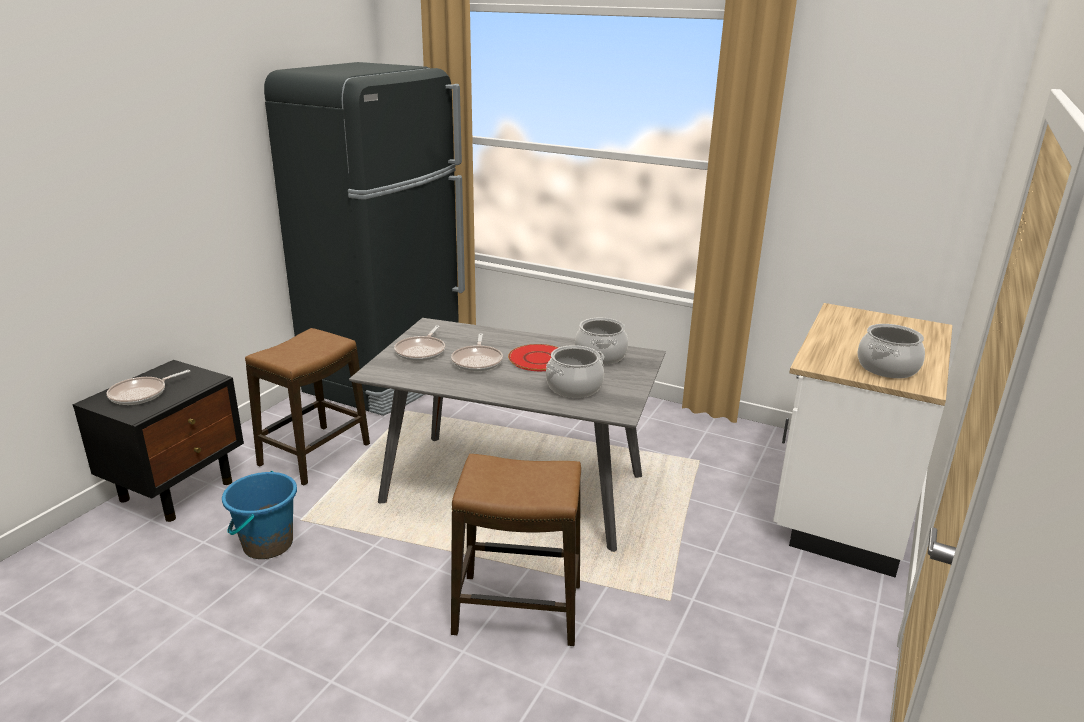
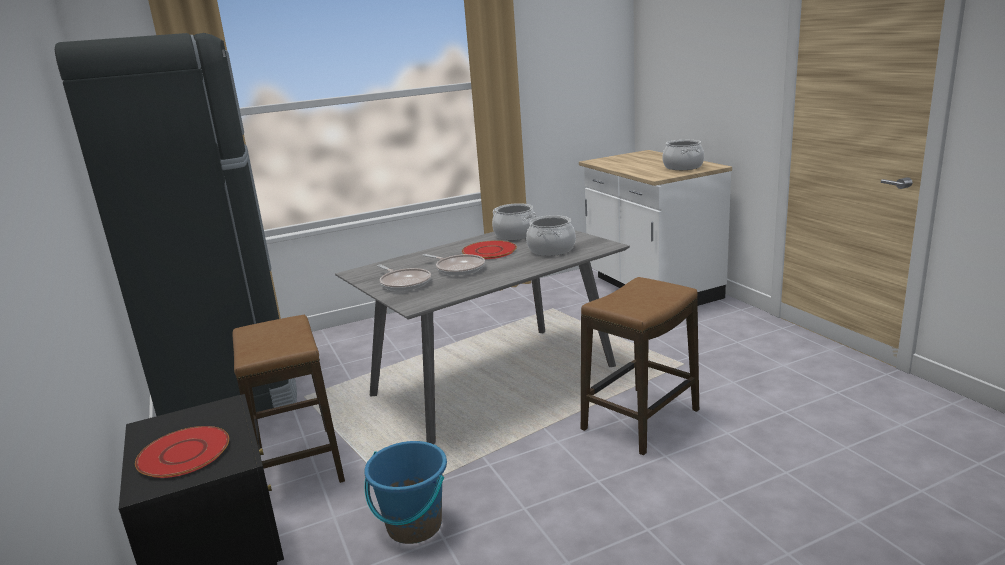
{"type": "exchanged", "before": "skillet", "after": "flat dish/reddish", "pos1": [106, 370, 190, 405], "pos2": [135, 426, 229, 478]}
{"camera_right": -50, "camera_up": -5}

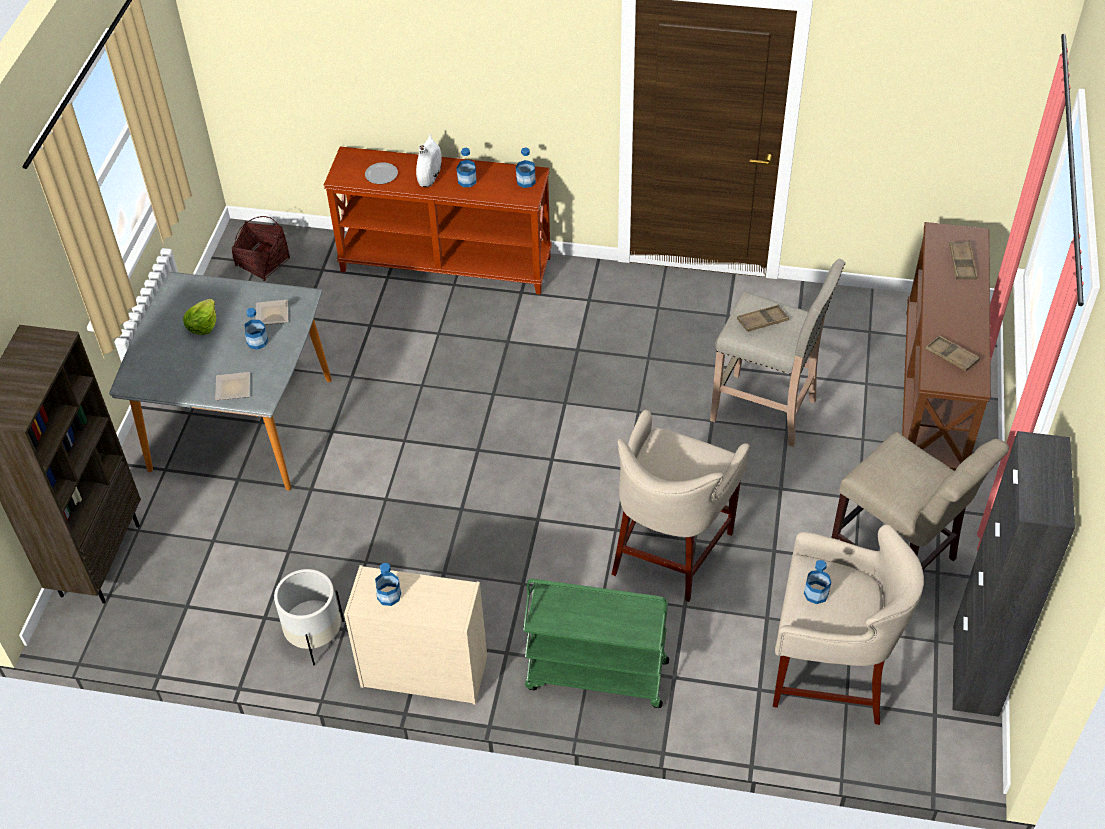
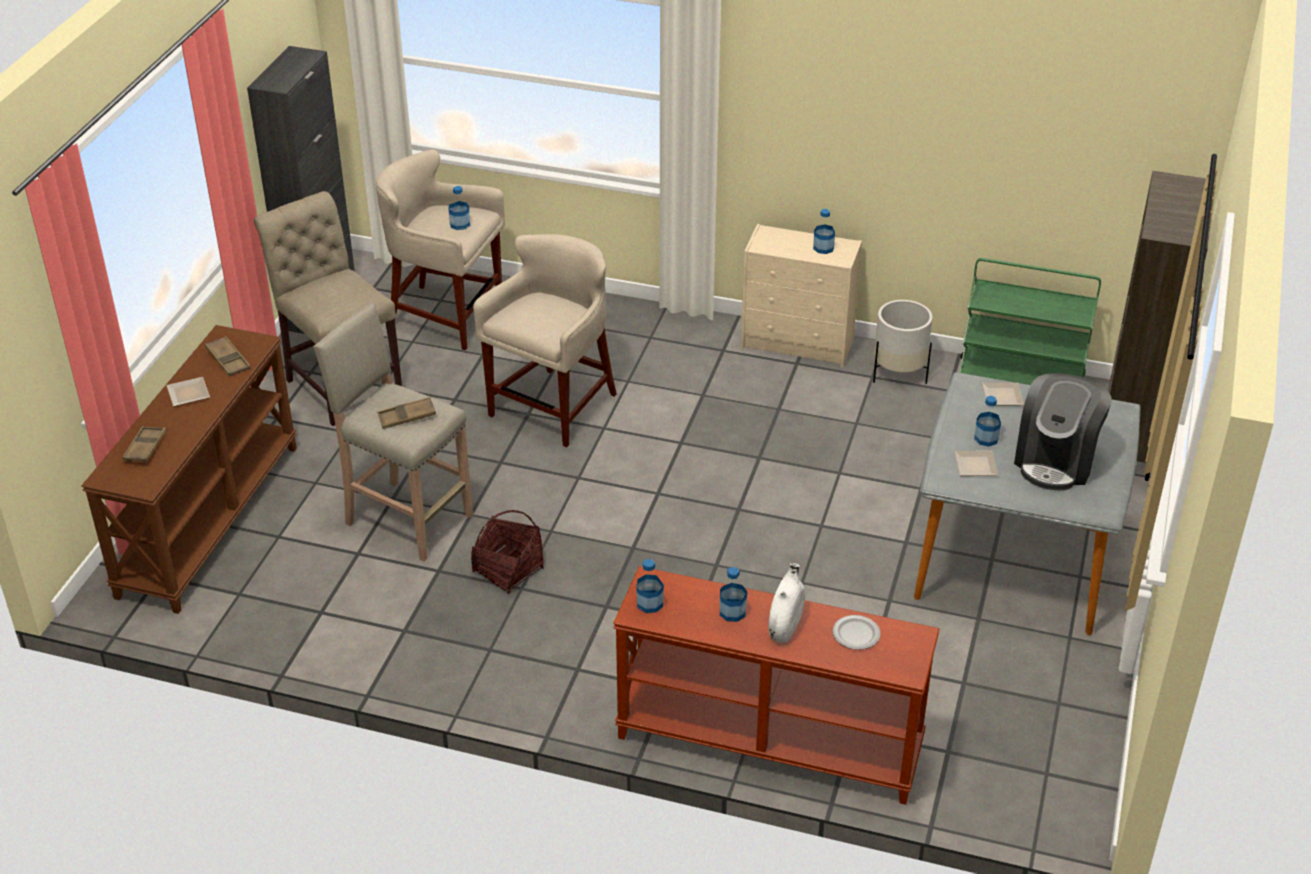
{"type": "exchanged", "before": "lettuce head", "after": "coffee machine", "pos1": [183, 299, 216, 335], "pos2": [1014, 373, 1112, 490]}
{"type": "relocated", "before": "storage basket", "pos1": [232, 216, 290, 281], "pos2": [471, 510, 544, 594]}
{"type": "relocated", "before": "wheeled cart/green-coloured", "pos1": [523, 579, 669, 708], "pos2": [959, 258, 1101, 385]}
{"type": "appeared", "after": "flat dish", "pos2": [166, 377, 210, 406]}
{"camera_right": -175, "camera_up": -10}

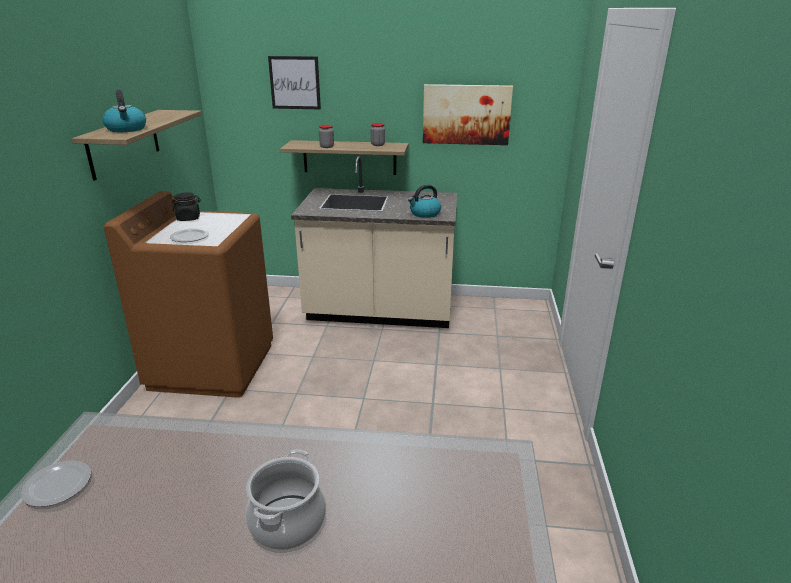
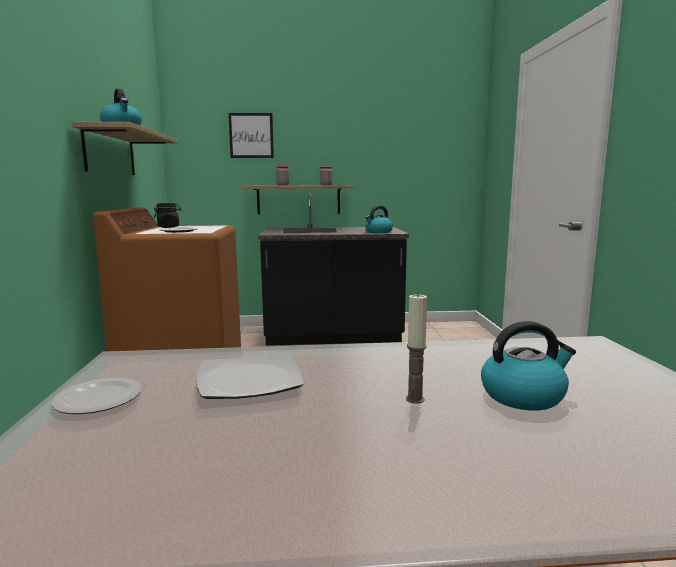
{"type": "exchanged", "before": "stockpot", "after": "wax light", "pos1": [246, 449, 326, 550], "pos2": [406, 293, 427, 404]}
{"type": "colour", "before": "kitchen base unit/beige", "after": "kitchen base unit/black", "pos1": [291, 156, 457, 328], "pos2": [258, 194, 409, 346]}
{"type": "missing", "before": "wall art", "pos1": [423, 84, 513, 145]}
{"type": "appeared", "after": "flat dish", "pos2": [197, 352, 303, 399]}
{"type": "appeared", "after": "kettle", "pos2": [481, 321, 576, 411]}
{"camera_right": -10, "camera_up": -15}

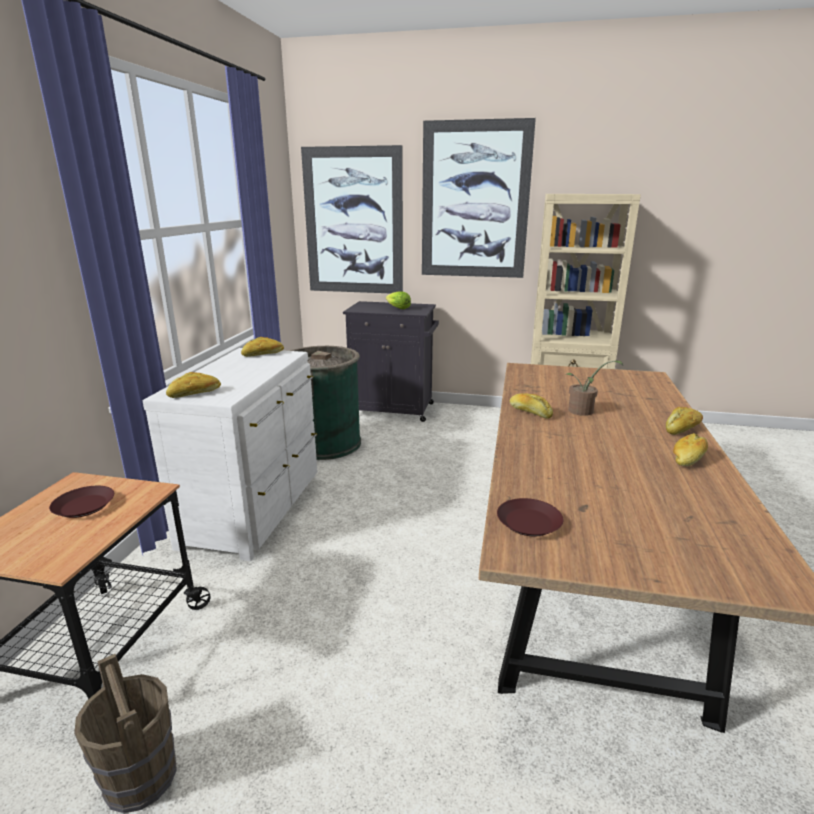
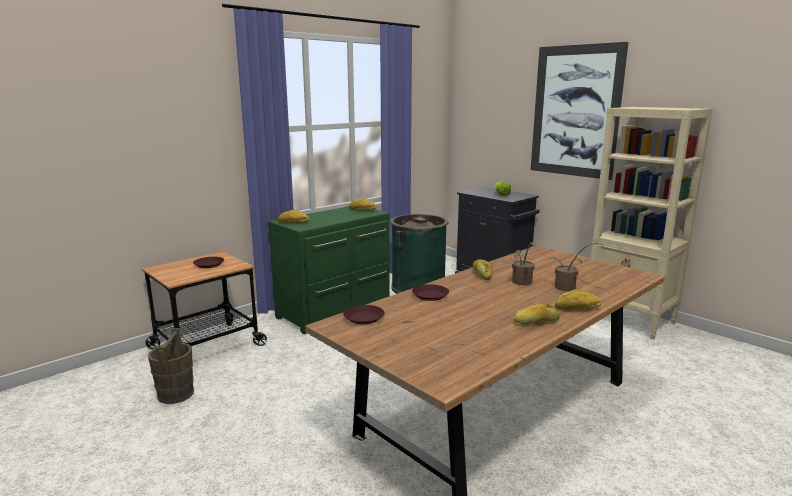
{"type": "colour", "before": "drawer chest/white-coloured", "after": "drawer chest/green-coloured", "pos1": [143, 348, 317, 561], "pos2": [268, 207, 390, 334]}
{"type": "missing", "before": "wall art", "pos1": [301, 145, 403, 294]}
{"type": "appeared", "after": "flat dish/brownish", "pos2": [412, 284, 449, 301]}
{"type": "appeared", "after": "potted plant", "pos2": [550, 242, 603, 291]}
{"camera_right": 35, "camera_up": -5}

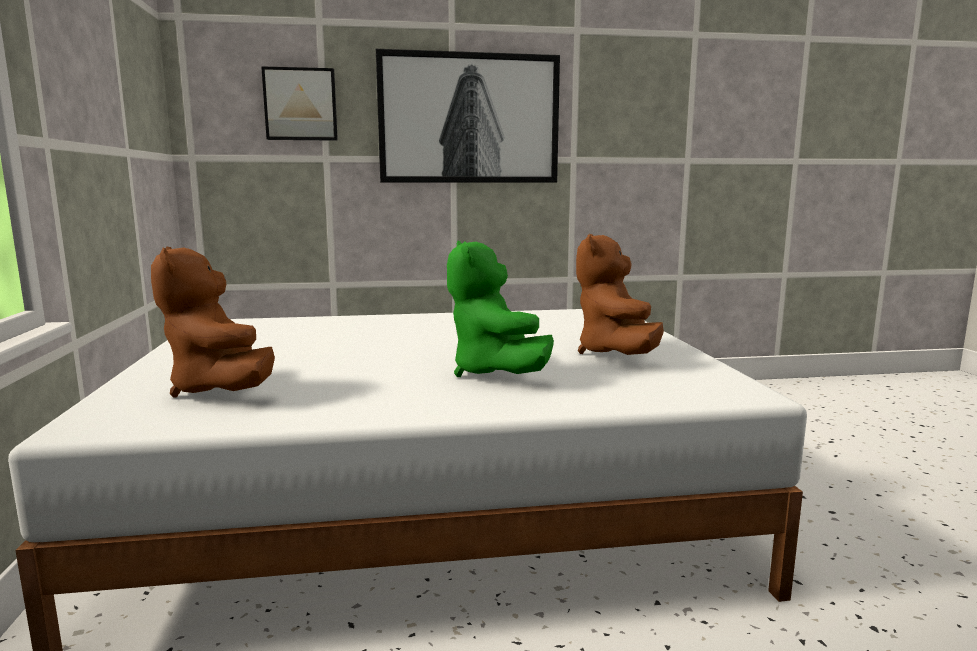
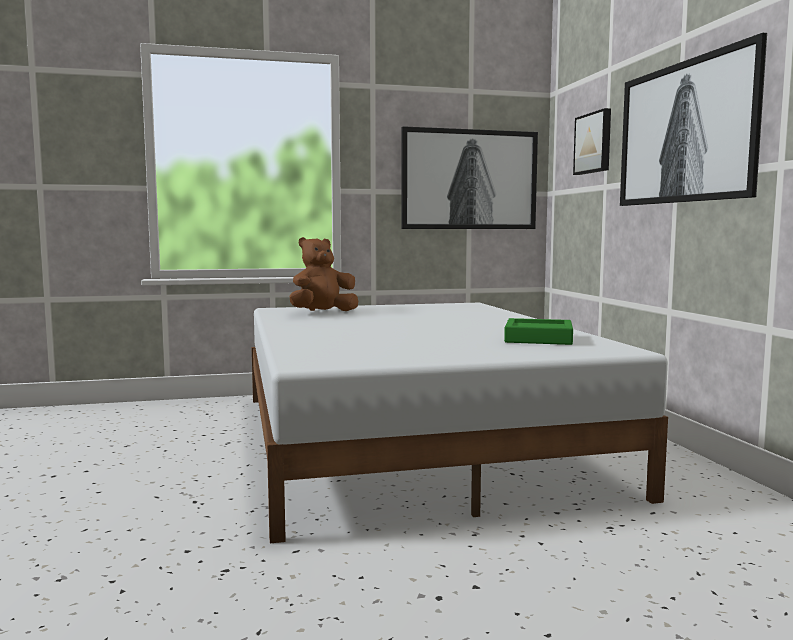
{"type": "missing", "before": "cuddly toy/green-coloured", "pos1": [447, 241, 554, 377]}
{"type": "missing", "before": "cuddly toy/brownish", "pos1": [576, 234, 664, 355]}
{"type": "appeared", "after": "wall art", "pos2": [401, 126, 538, 229]}
{"type": "appeared", "after": "tray/green-coloured", "pos2": [504, 318, 573, 345]}
{"camera_right": 85, "camera_up": -5}

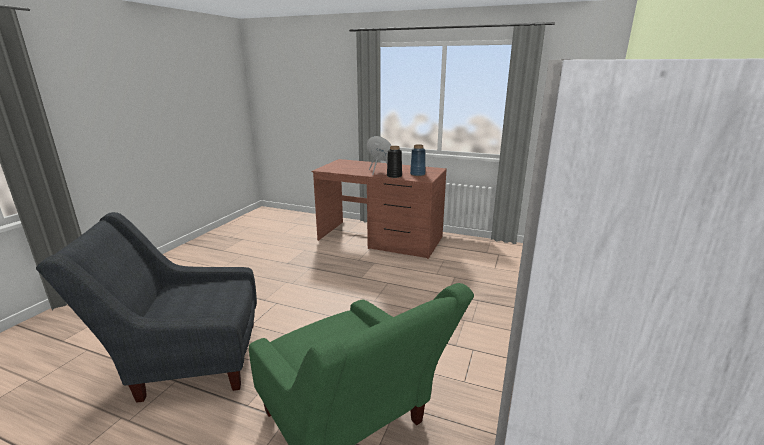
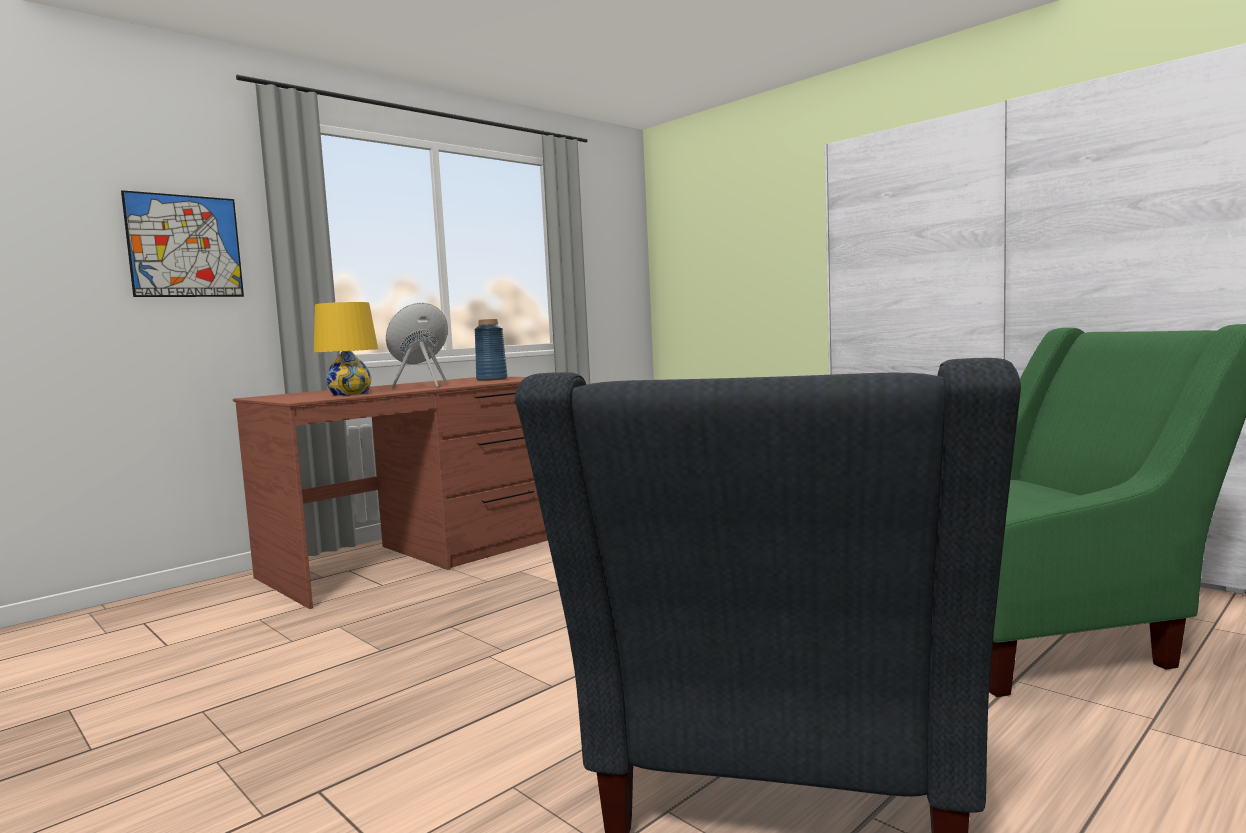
{"type": "missing", "before": "decorative vase/black", "pos1": [387, 146, 402, 178]}
{"type": "appeared", "after": "wall art", "pos2": [121, 190, 244, 297]}
{"type": "appeared", "after": "lamp for a table/yellowish", "pos2": [314, 302, 378, 396]}
{"camera_right": -65, "camera_up": -15}

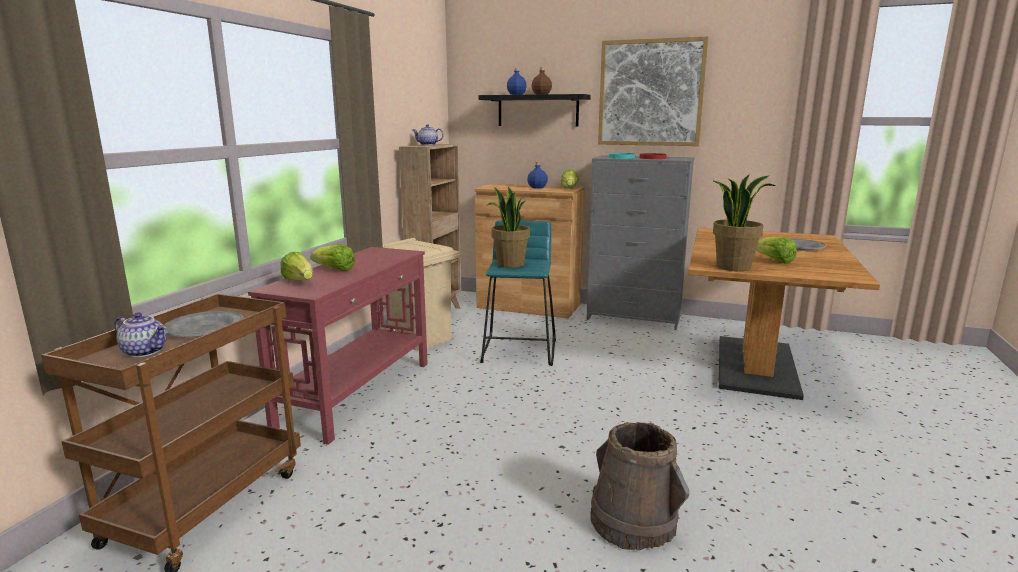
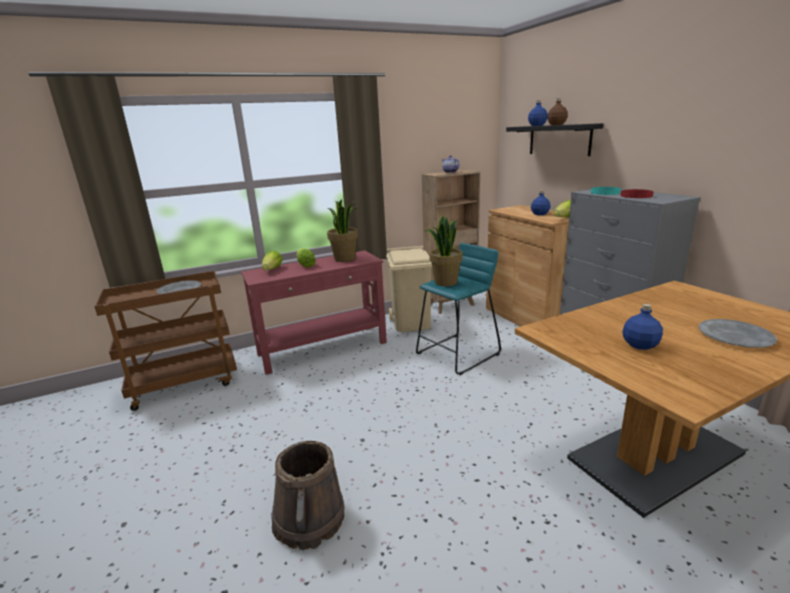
{"type": "missing", "before": "tea pot", "pos1": [115, 312, 166, 357]}
{"type": "missing", "before": "wall art", "pos1": [598, 36, 709, 146]}
{"type": "relocated", "before": "potted plant", "pos1": [713, 175, 775, 271], "pos2": [327, 199, 358, 262]}
{"type": "exchanged", "before": "lettuce head", "after": "bottle/blue-coloured", "pos1": [756, 237, 797, 264], "pos2": [622, 304, 663, 350]}
{"camera_right": 45, "camera_up": 5}

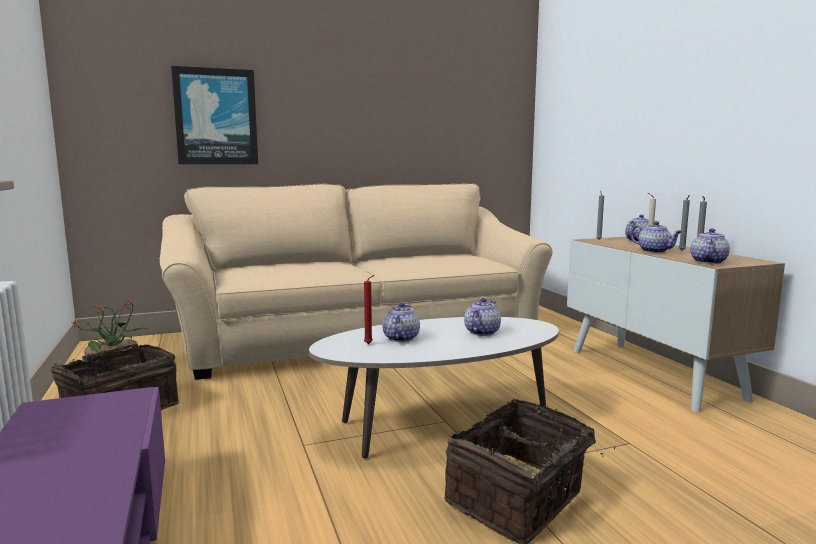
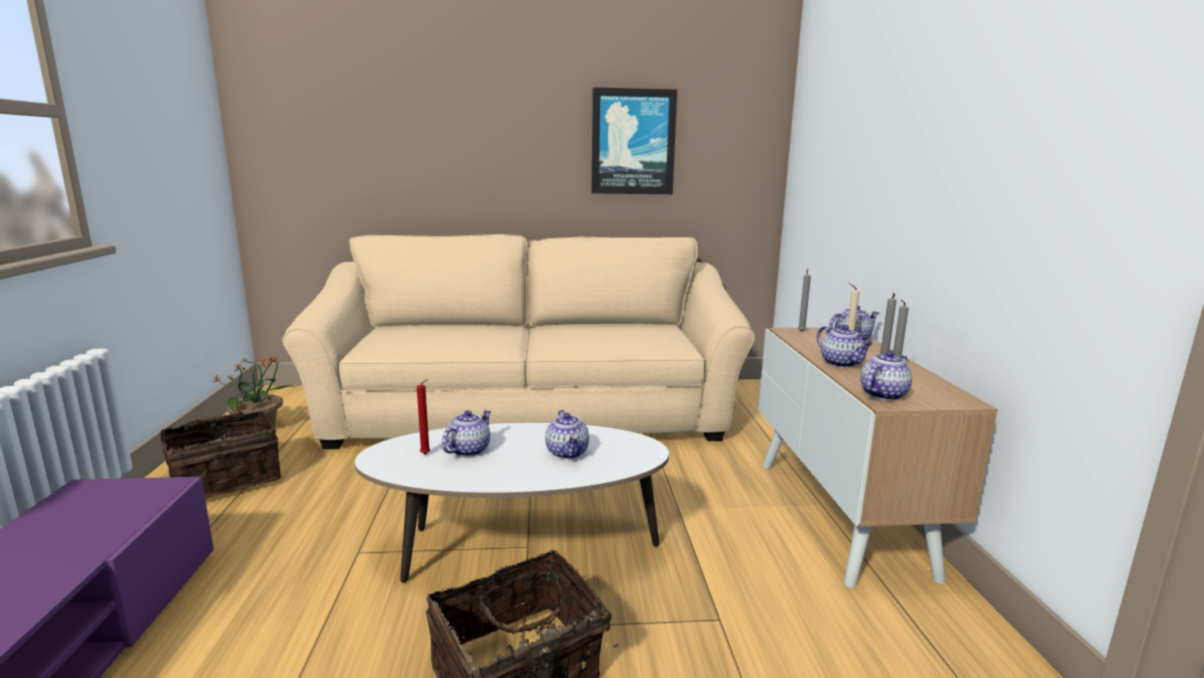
{"type": "relocated", "before": "wall art", "pos1": [171, 66, 258, 164], "pos2": [592, 87, 677, 194]}
{"type": "spun", "before": "tea pot", "pos1": [464, 298, 501, 336], "pos2": [545, 410, 589, 459], "turn": 120}
{"camera_right": 15, "camera_up": 5}

